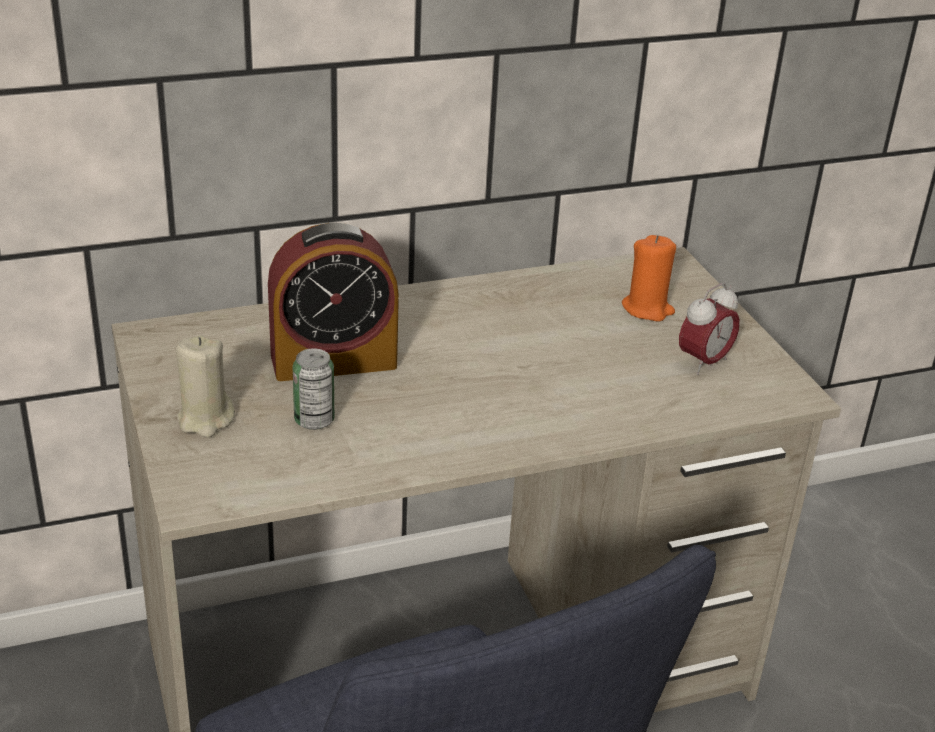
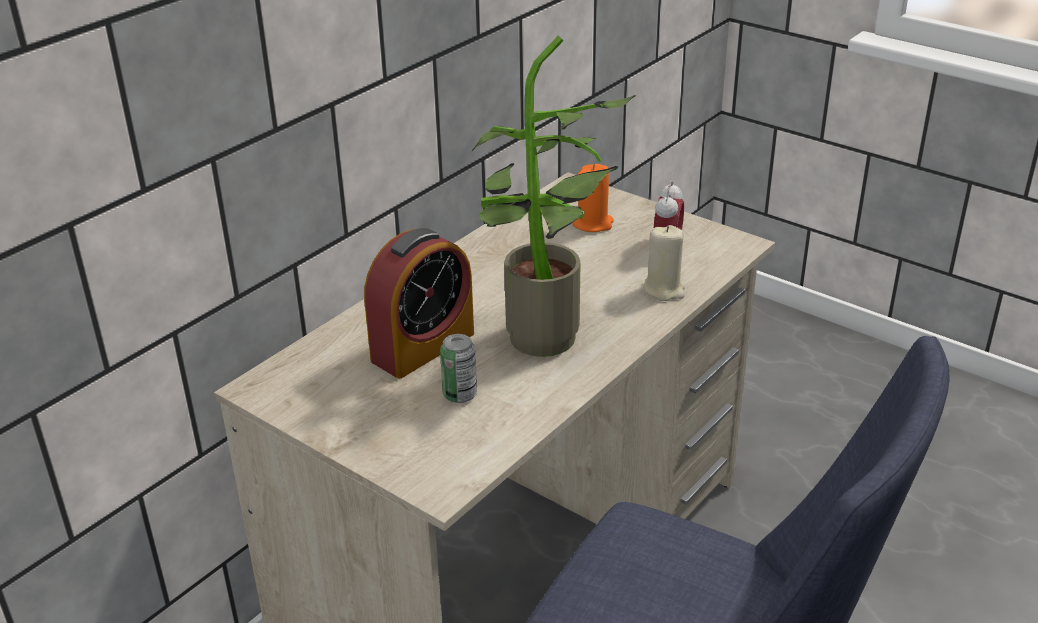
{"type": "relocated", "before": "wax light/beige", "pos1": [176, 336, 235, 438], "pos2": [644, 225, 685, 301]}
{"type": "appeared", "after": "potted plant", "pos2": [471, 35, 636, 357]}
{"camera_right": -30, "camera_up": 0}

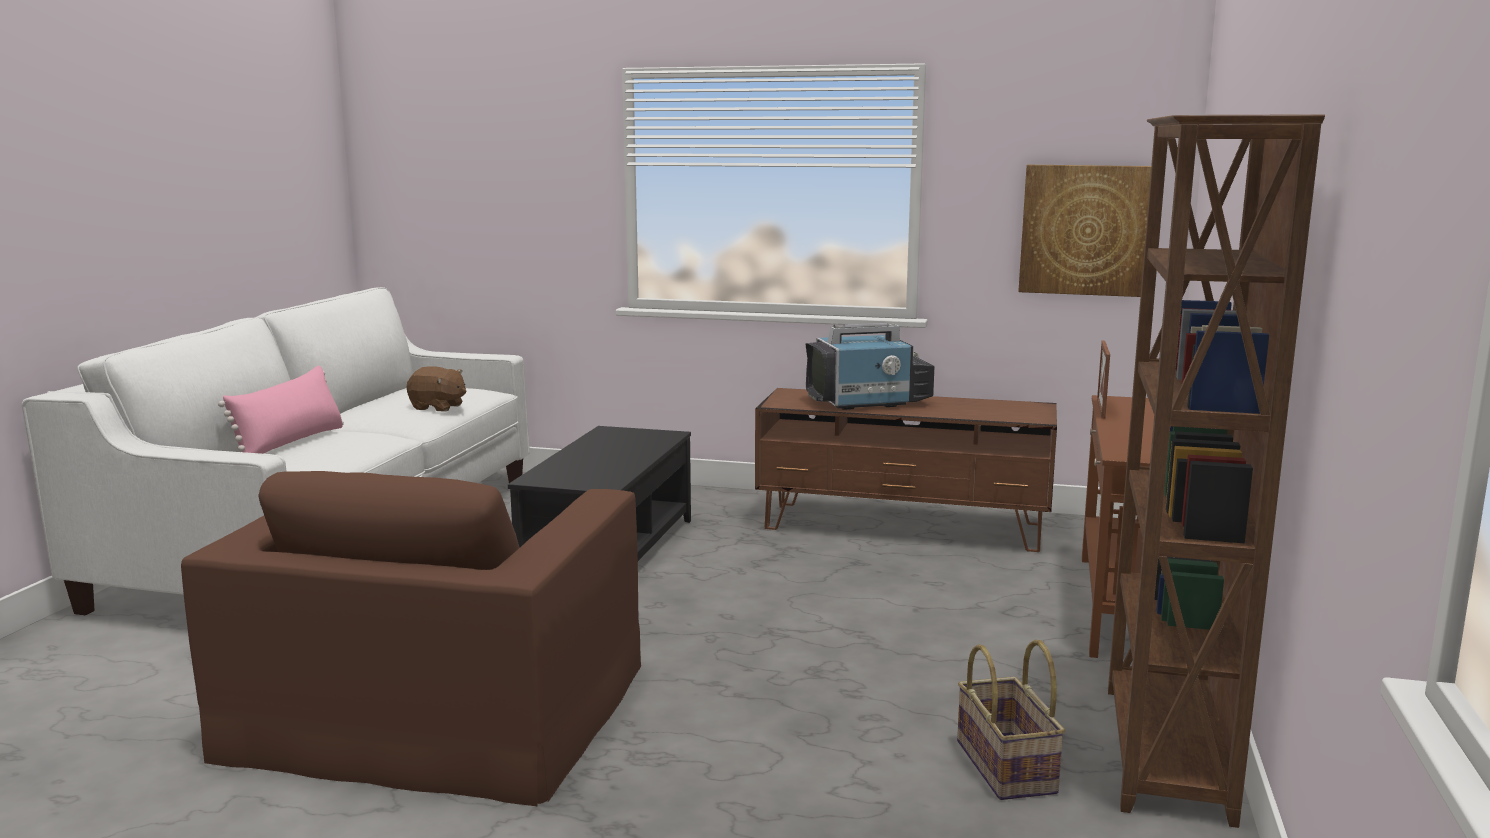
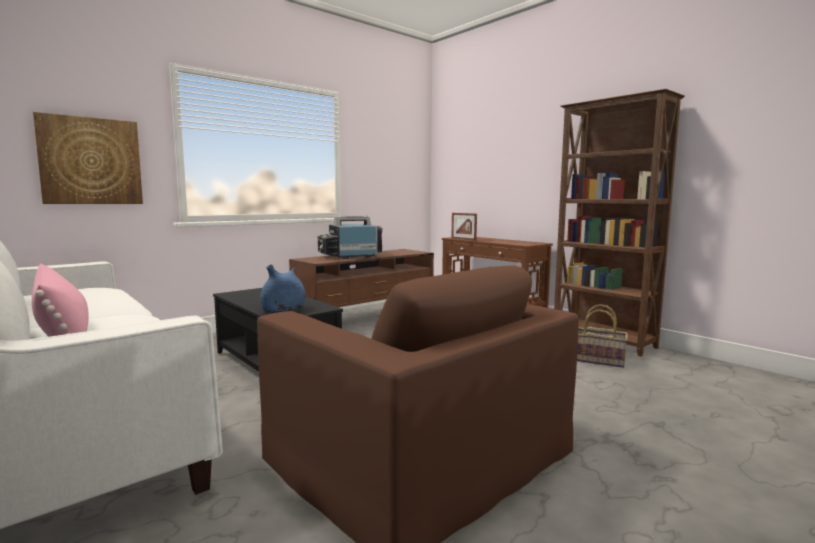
{"type": "missing", "before": "cuddly toy/brownish", "pos1": [407, 366, 466, 412]}
{"type": "spun", "before": "TV", "pos1": [806, 323, 935, 410], "pos2": [317, 215, 382, 259], "turn": -135}
{"type": "relocated", "before": "wall art", "pos1": [1018, 165, 1151, 297], "pos2": [33, 112, 143, 204]}
{"type": "appeared", "after": "decorative vase/blue-coloured", "pos2": [260, 265, 305, 313]}
{"camera_right": -55, "camera_up": -5}

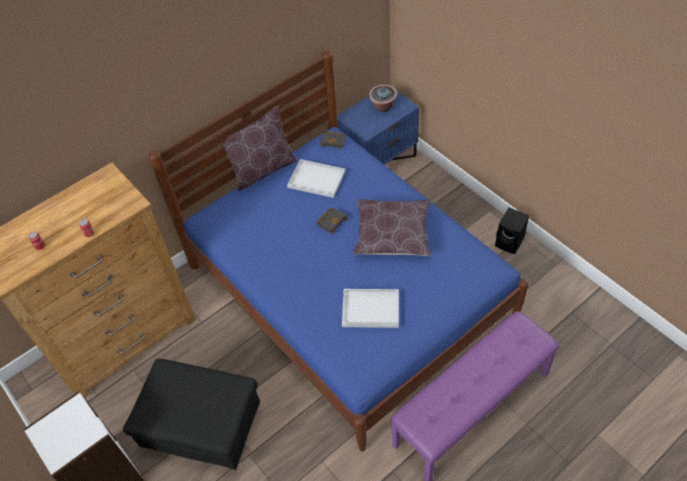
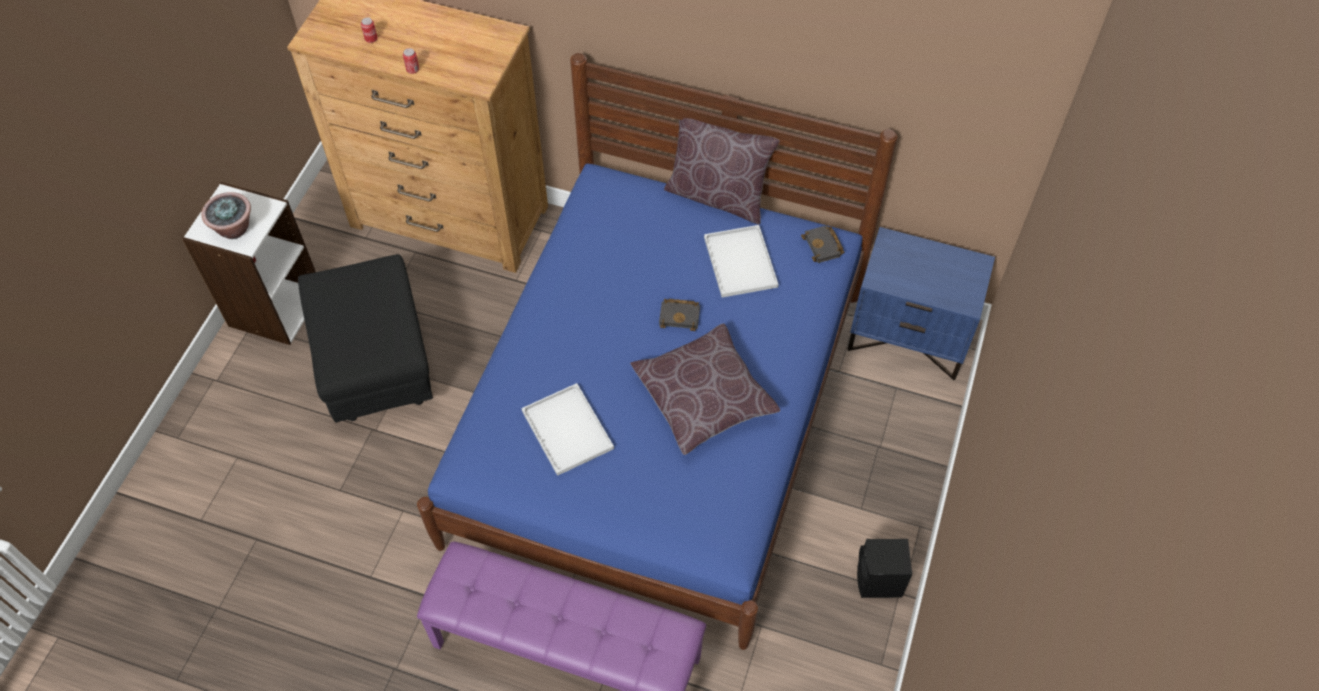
{"type": "relocated", "before": "potted plant", "pos1": [369, 85, 397, 112], "pos2": [201, 192, 251, 239]}
{"camera_right": 55, "camera_up": 5}

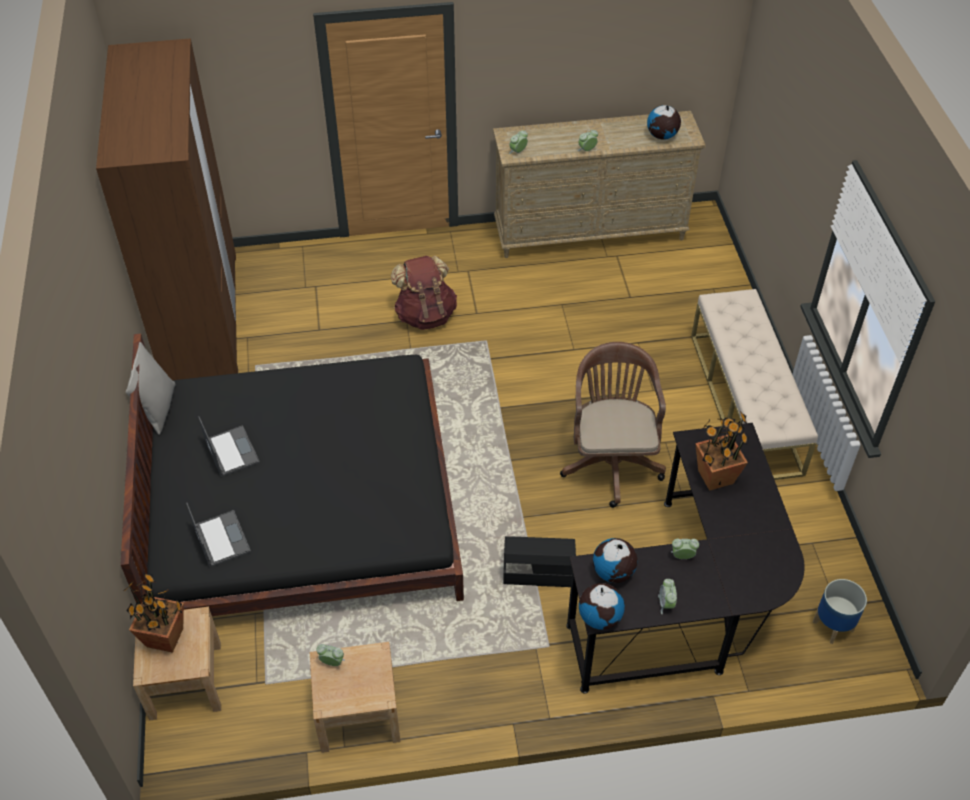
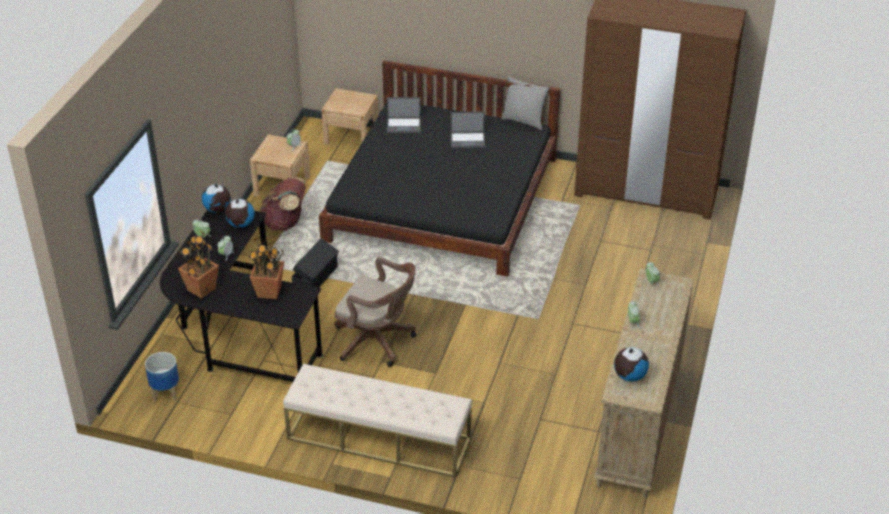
{"type": "relocated", "before": "potted plant", "pos1": [123, 573, 184, 653], "pos2": [178, 230, 219, 298]}
{"type": "relocated", "before": "knapsack/brownish", "pos1": [391, 256, 457, 330], "pos2": [260, 177, 306, 231]}
{"camera_right": 115, "camera_up": -10}

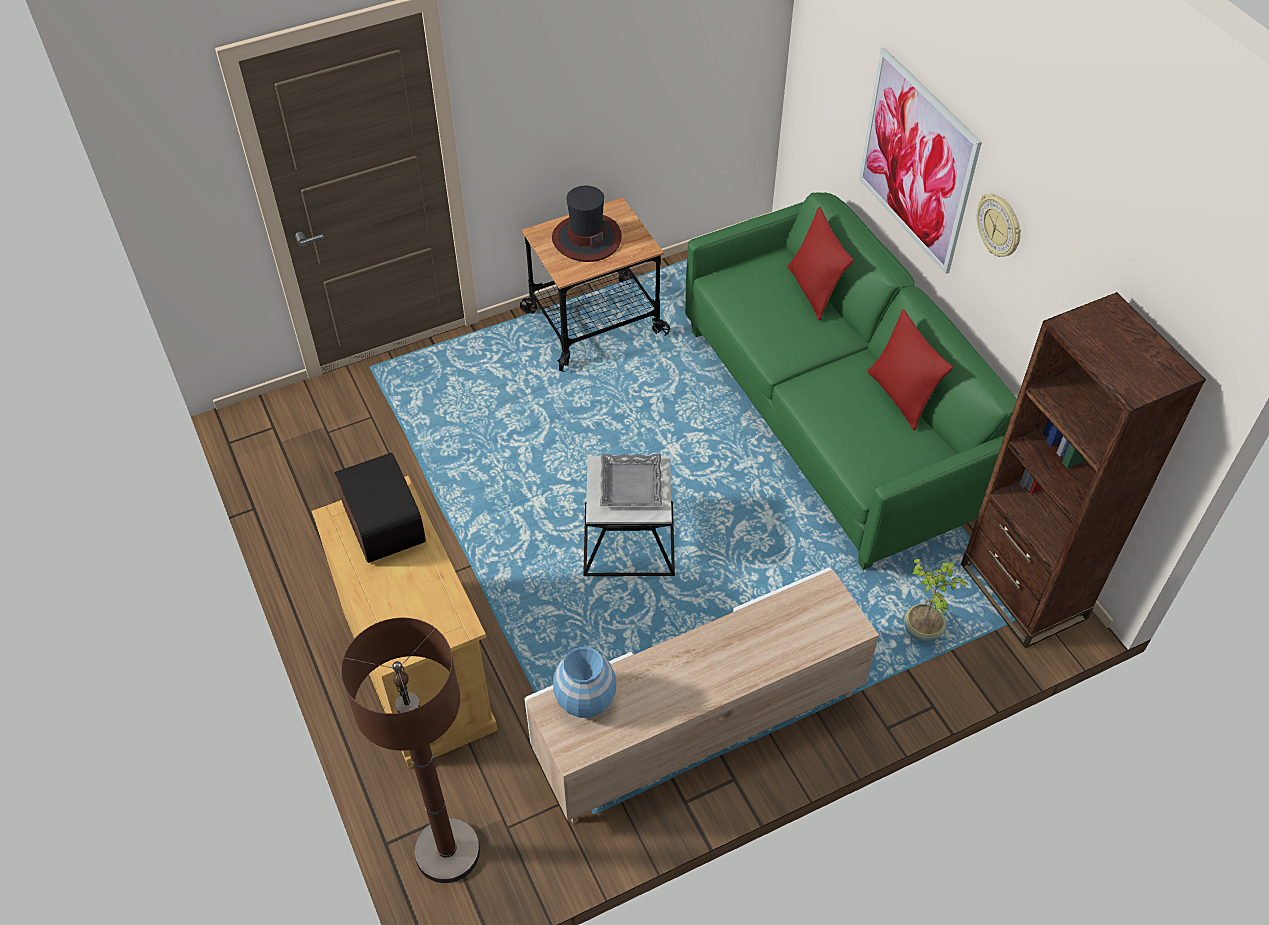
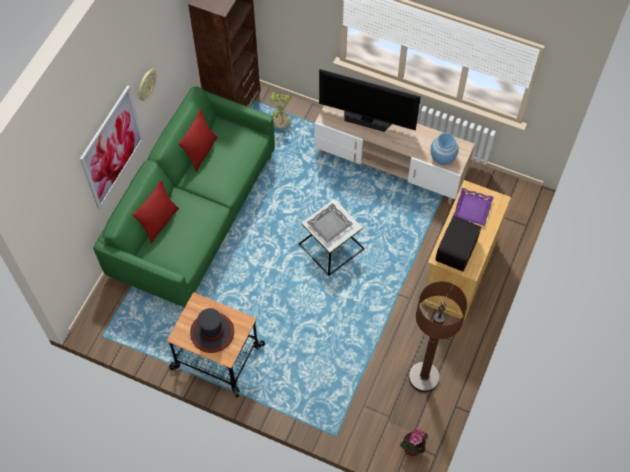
{"type": "relocated", "before": "standard lamp/brownish", "pos1": [341, 618, 480, 883], "pos2": [409, 281, 467, 392]}
{"type": "appeared", "after": "TV", "pos2": [319, 69, 421, 132]}
{"type": "appeared", "after": "potted plant", "pos2": [400, 429, 428, 456]}
{"type": "appeared", "after": "tray/purplish", "pos2": [453, 188, 494, 226]}
{"camera_right": -130, "camera_up": 10}

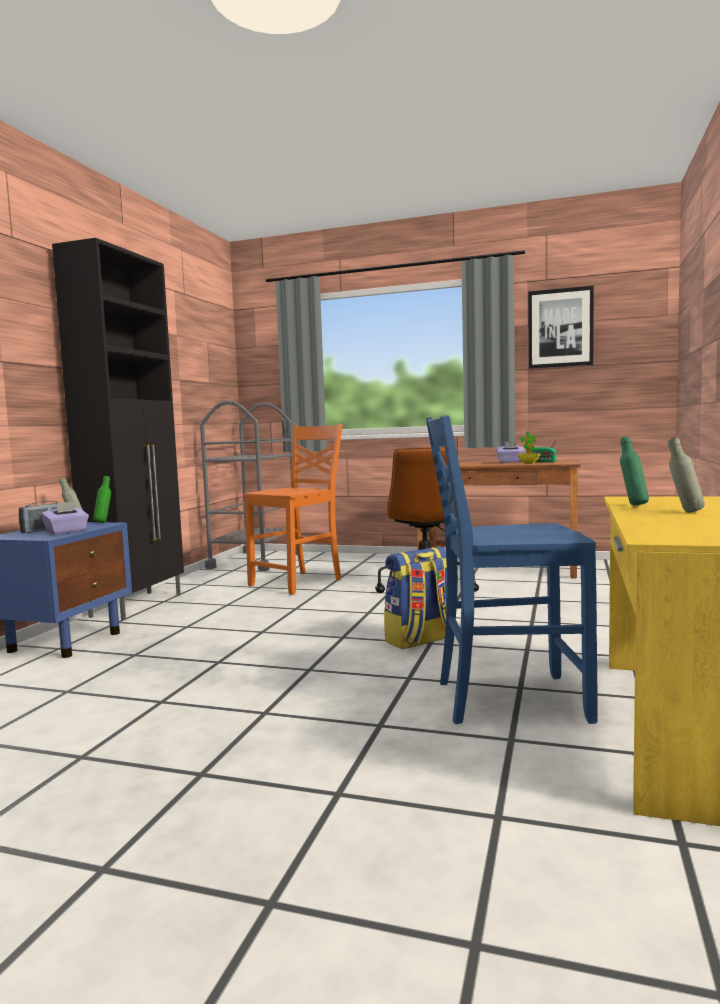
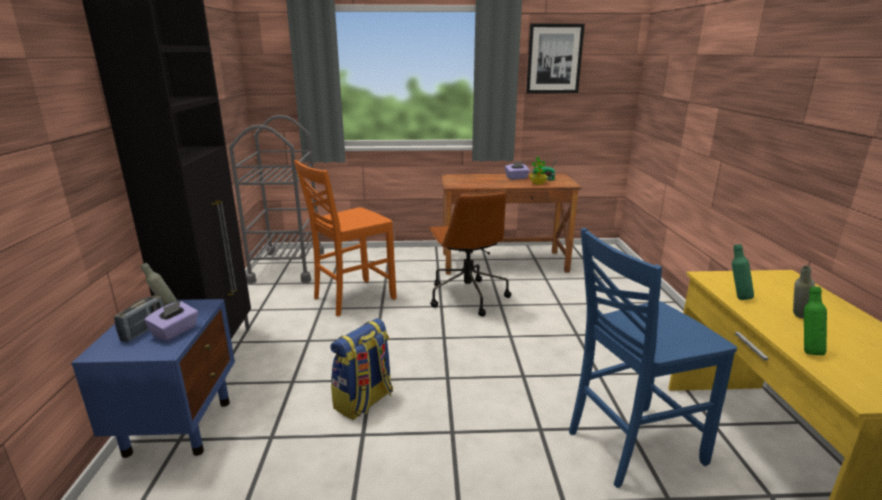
{"type": "relocated", "before": "bottle/green-coloured", "pos1": [93, 476, 111, 523], "pos2": [804, 286, 827, 355]}
{"type": "spun", "before": "plain chair/orangey", "pos1": [244, 424, 343, 595], "pos2": [294, 160, 396, 316], "turn": -150}
{"type": "relocated", "before": "knapsack", "pos1": [384, 547, 447, 649], "pos2": [330, 318, 393, 420]}
{"camera_right": -20, "camera_up": 15}

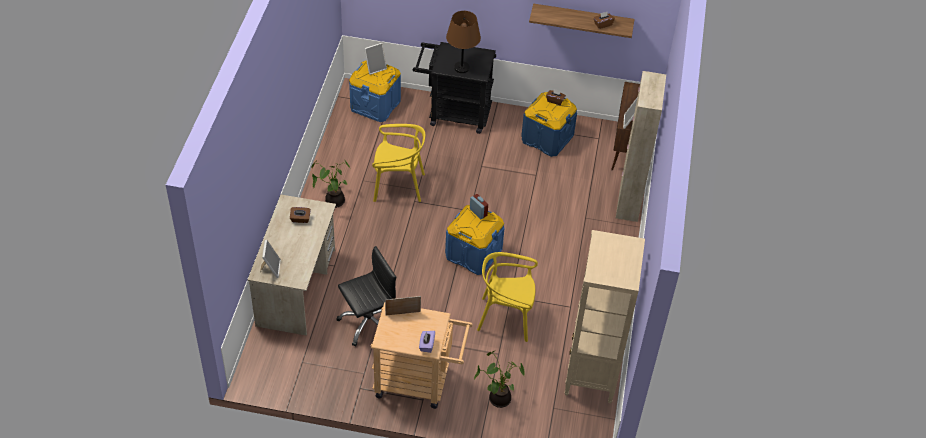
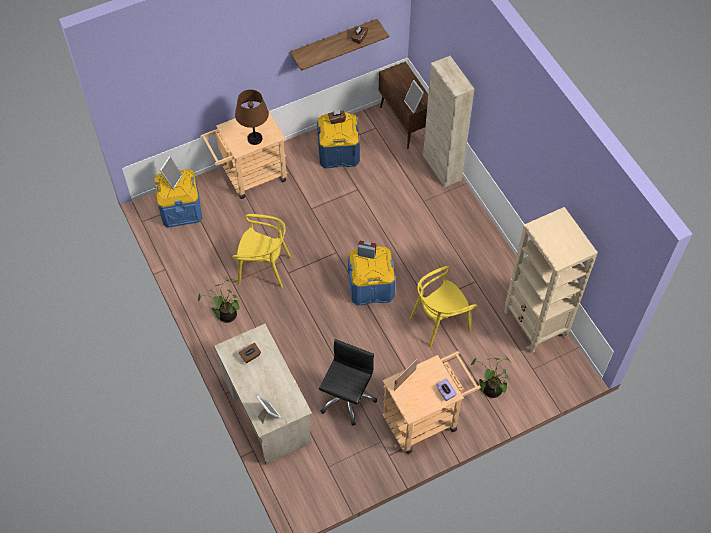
{"type": "spun", "before": "plain chair/yellowish", "pos1": [372, 124, 425, 202], "pos2": [232, 214, 291, 288], "turn": 45}
{"type": "colour", "before": "wheeled cart/black", "after": "wheeled cart/beige", "pos1": [413, 42, 496, 134], "pos2": [200, 110, 288, 199]}
{"camera_right": -35, "camera_up": 10}

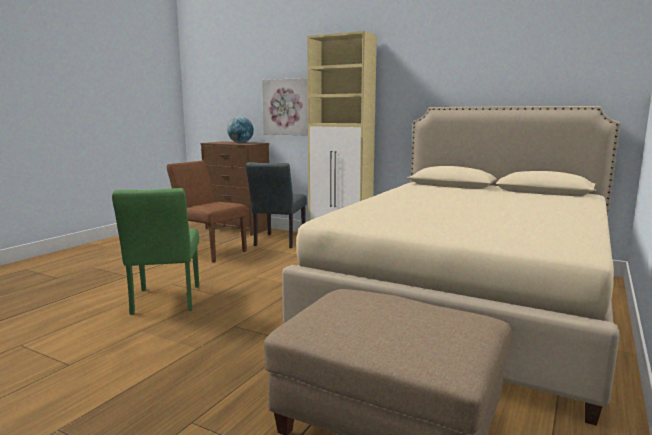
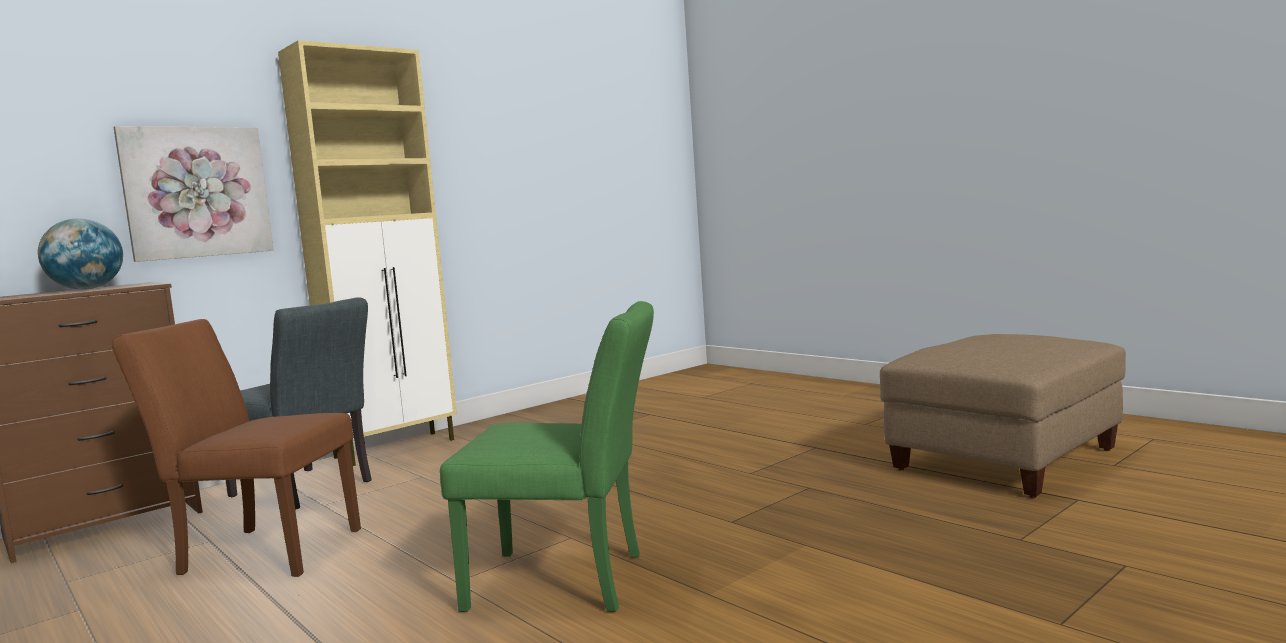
{"type": "spun", "before": "plain chair/brownish", "pos1": [167, 161, 247, 262], "pos2": [111, 319, 361, 577], "turn": 45}
{"type": "missing", "before": "sleeping bed/beige", "pos1": [282, 106, 620, 426]}
{"camera_right": -70, "camera_up": -5}

